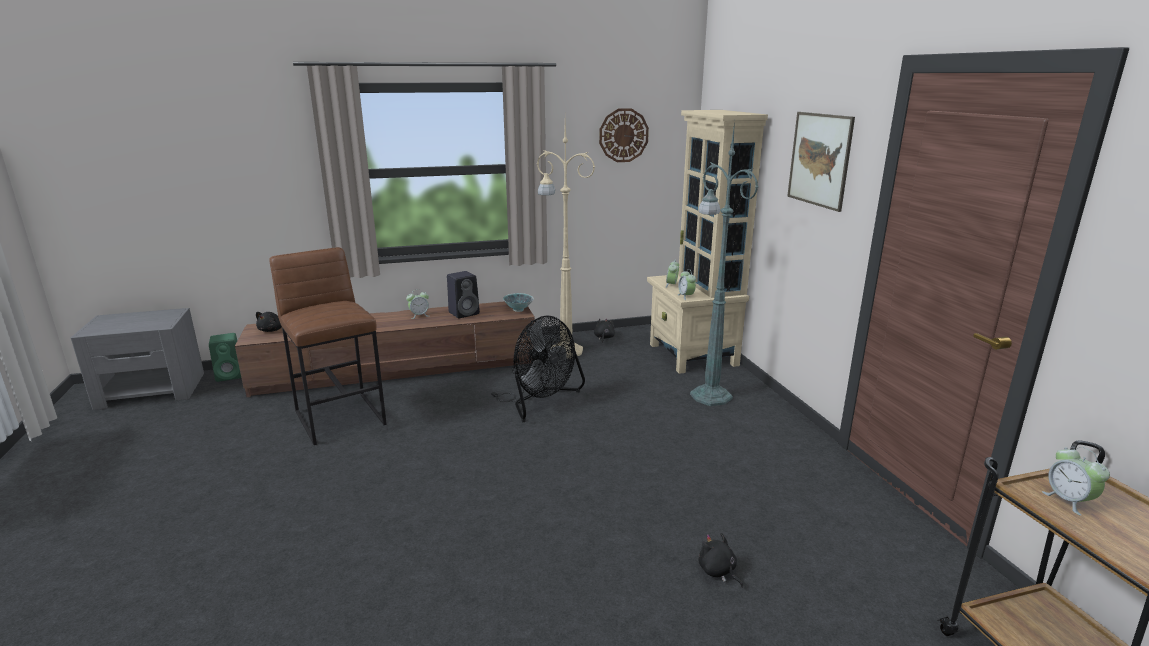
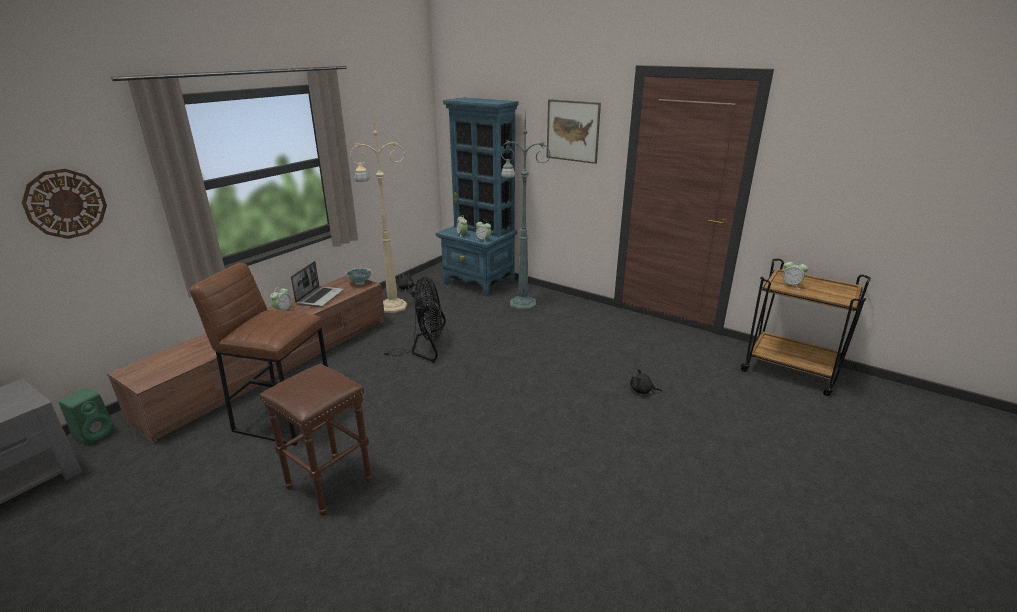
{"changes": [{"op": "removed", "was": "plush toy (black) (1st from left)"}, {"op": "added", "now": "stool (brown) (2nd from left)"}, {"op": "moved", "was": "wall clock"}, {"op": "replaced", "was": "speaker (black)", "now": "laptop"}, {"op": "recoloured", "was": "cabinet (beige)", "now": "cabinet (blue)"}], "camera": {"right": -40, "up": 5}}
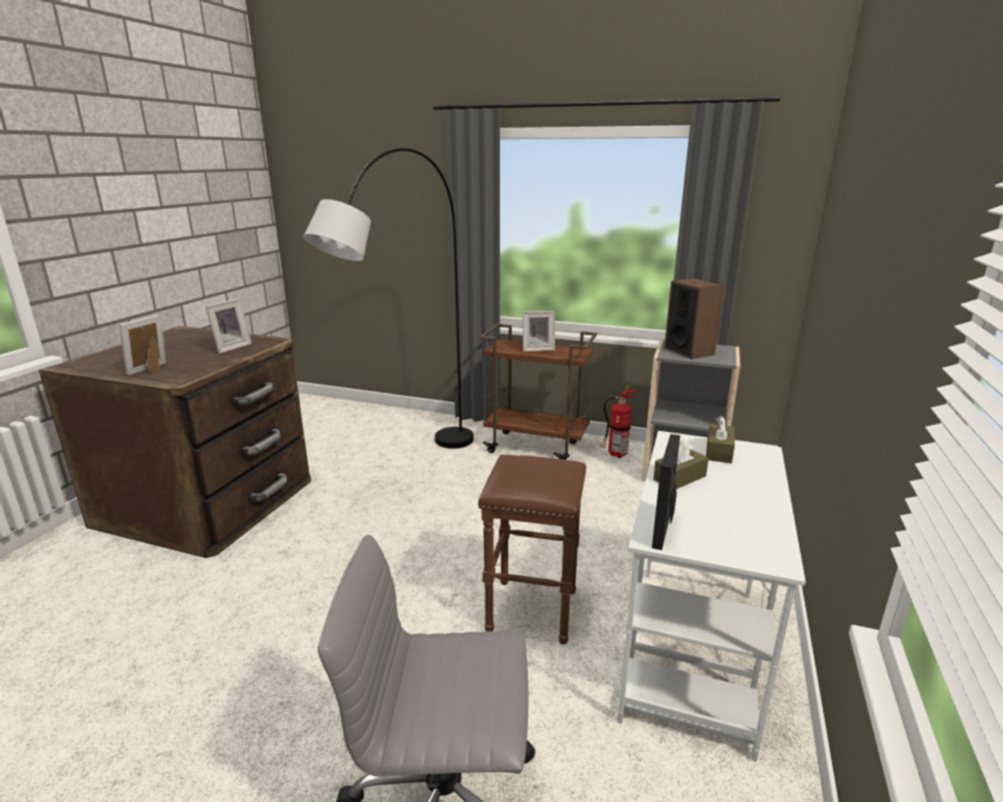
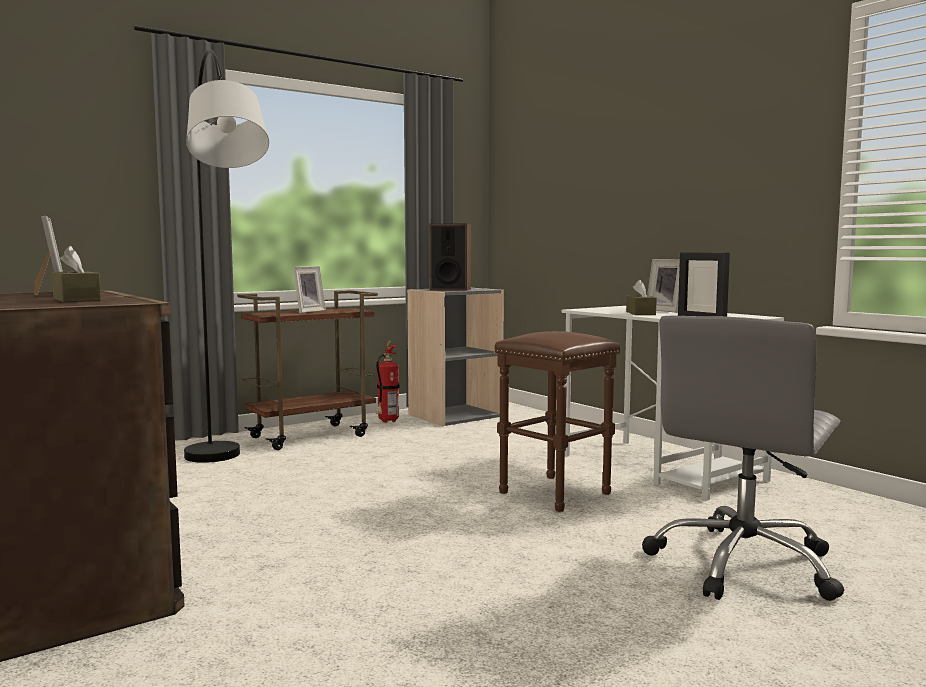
{"changes": [{"op": "moved", "was": "picture frame (1st from left in the first image)", "now": "picture frame (3rd from left)"}, {"op": "moved", "was": "tissue box (brown) (2nd from left in the first image)", "now": "tissue box (brown) (1st from left)"}], "camera": {"right": -55, "up": -15}}
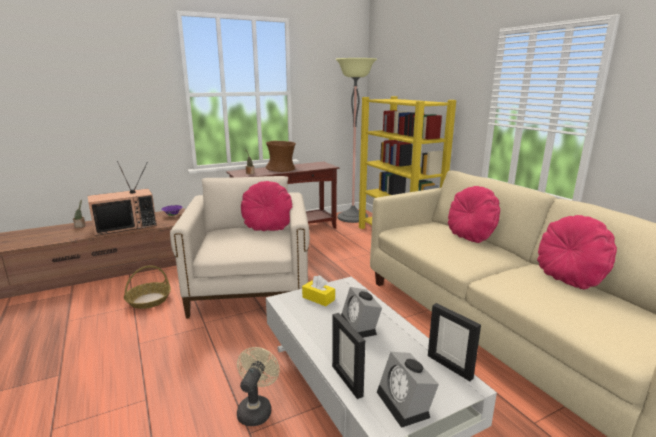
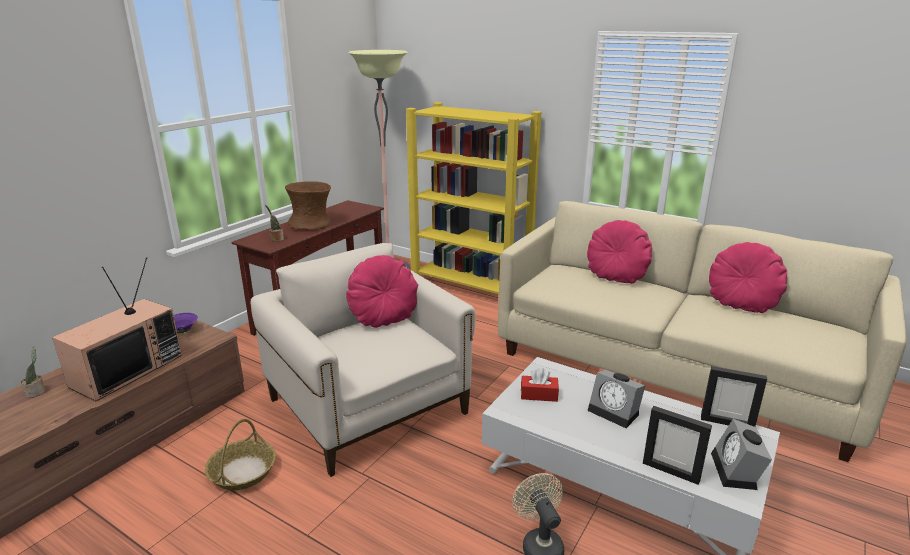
{"changes": [{"op": "recoloured", "was": "tissue box (yellow)", "now": "tissue box (red)"}, {"op": "turned", "was": "alarm clock (2nd from left)", "clockwise": 60}], "camera": {"right": -30, "up": 5}}
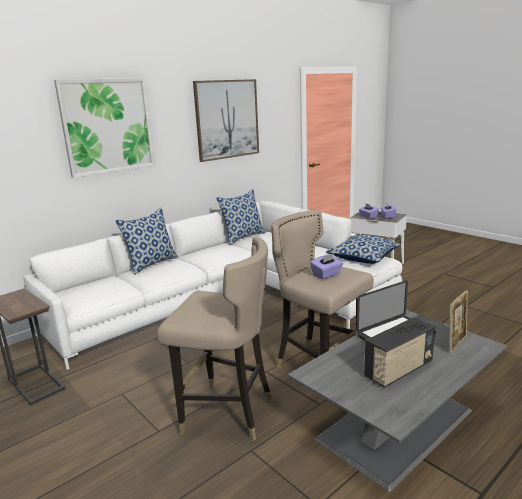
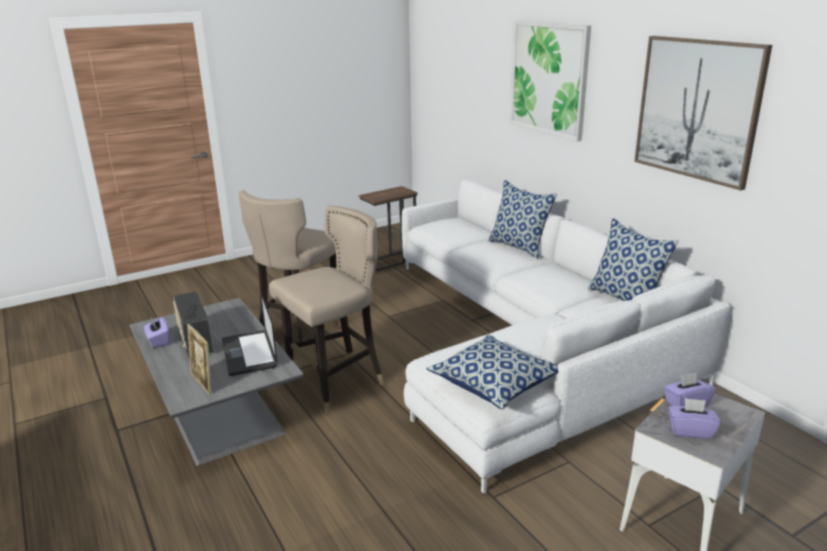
{"changes": [{"op": "moved", "was": "tissue box (purple) (1st from left)"}], "camera": {"right": 100, "up": 5}}
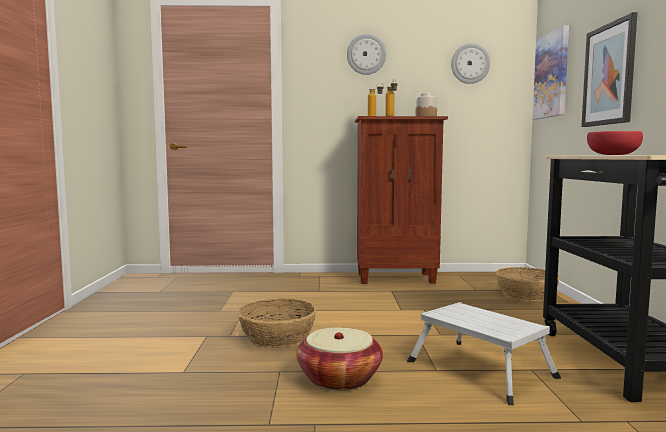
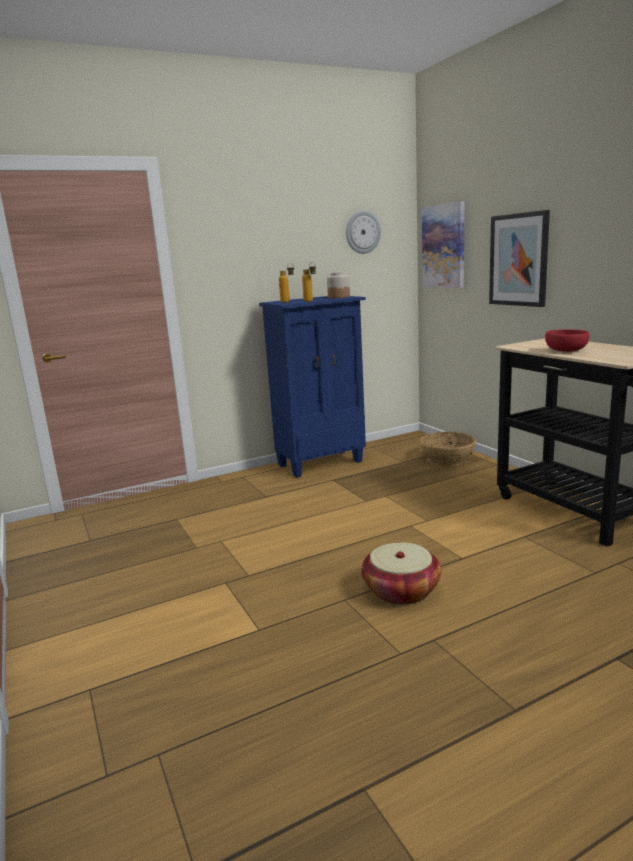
{"changes": [{"op": "removed", "was": "basket (1st from left)"}, {"op": "removed", "was": "wall clock (1st from left)"}, {"op": "removed", "was": "step ladder (white)"}, {"op": "recoloured", "was": "cabinet (brown)", "now": "cabinet (blue)"}], "camera": {"right": -25, "up": 10}}
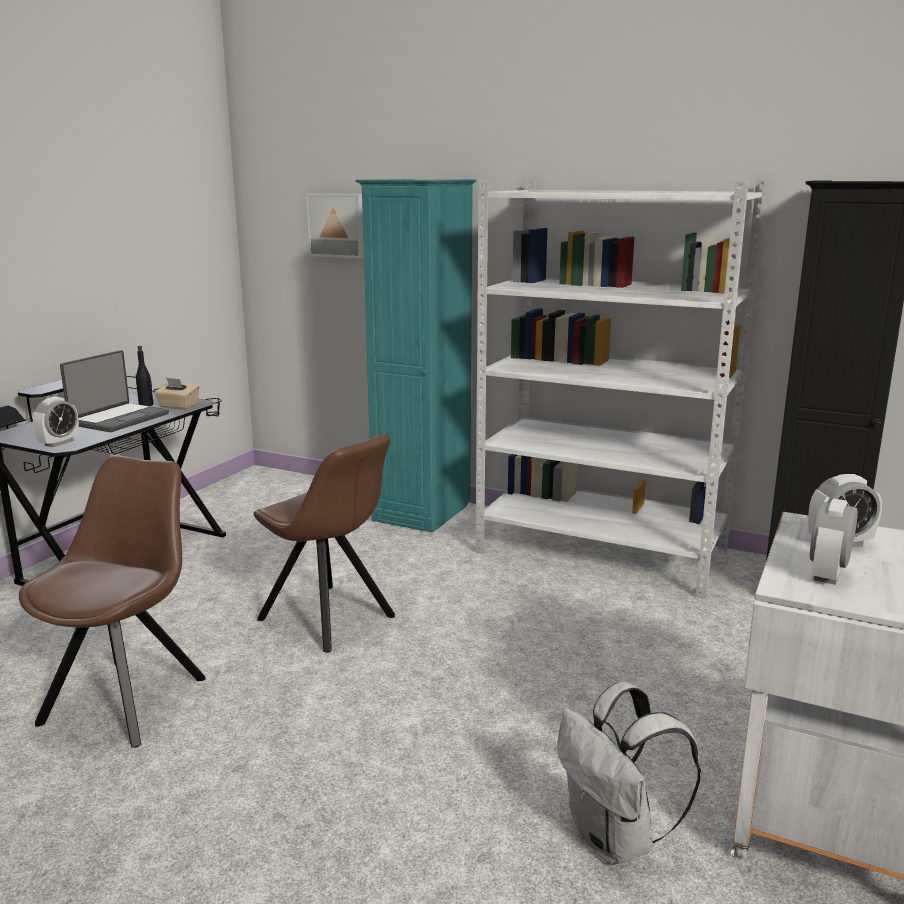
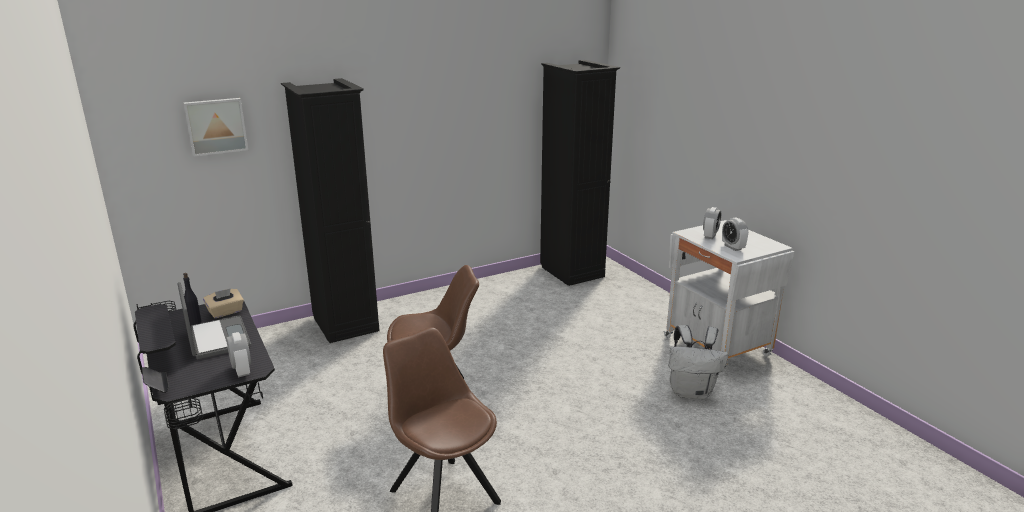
{"changes": [{"op": "removed", "was": "bookcase (white)"}, {"op": "recoloured", "was": "cabinet (turquoise)", "now": "cabinet (black) (1st from left)"}], "camera": {"right": -55, "up": 5}}
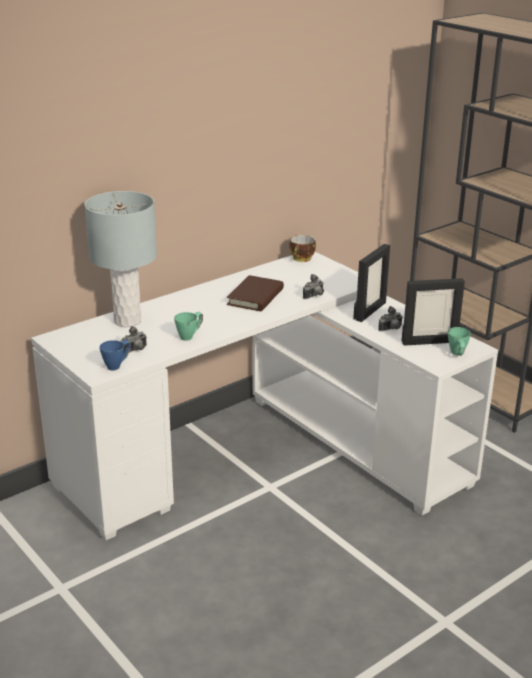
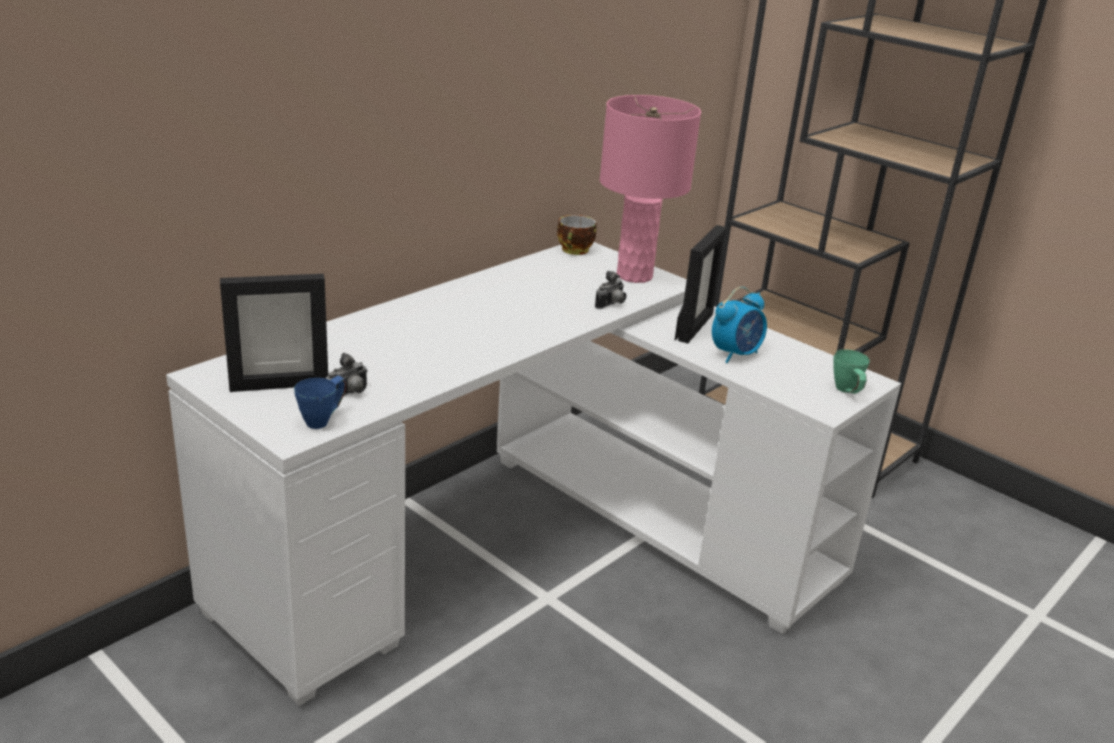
{"changes": [{"op": "removed", "was": "table lamp (grey)"}, {"op": "removed", "was": "mug (green) (1st from left)"}, {"op": "removed", "was": "book (brown)"}, {"op": "added", "now": "table lamp (pink)"}, {"op": "moved", "was": "picture frame (2nd from left in the first image)", "now": "picture frame (1st from left)"}, {"op": "replaced", "was": "photo camera (3rd from left)", "now": "alarm clock"}], "camera": {"right": -10, "up": 0}}
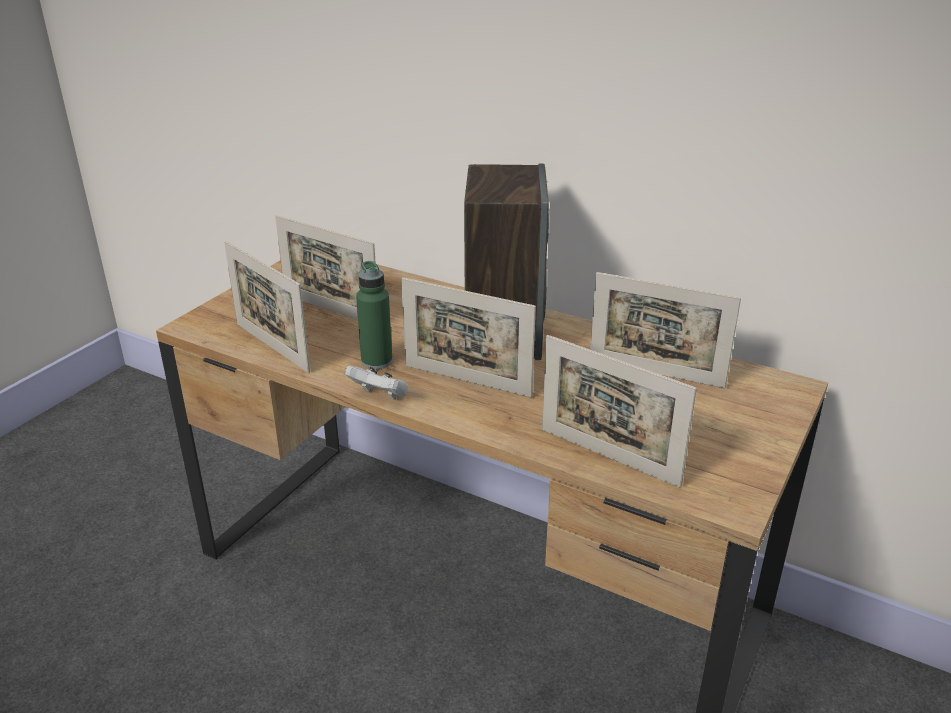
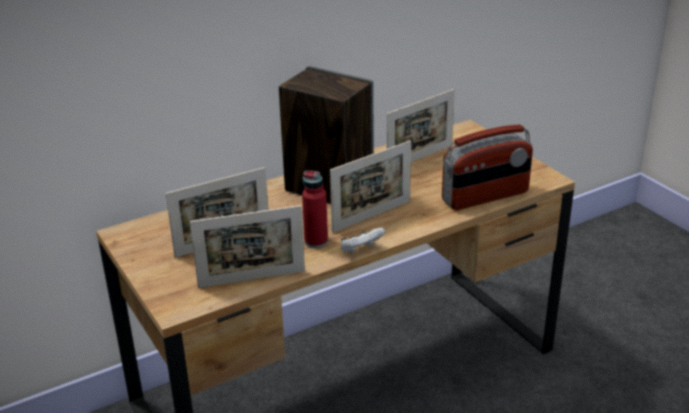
{"changes": [{"op": "replaced", "was": "picture frame (4th from left)", "now": "radio"}, {"op": "recoloured", "was": "bottle (green)", "now": "bottle (red)"}], "camera": {"right": -60, "up": 0}}
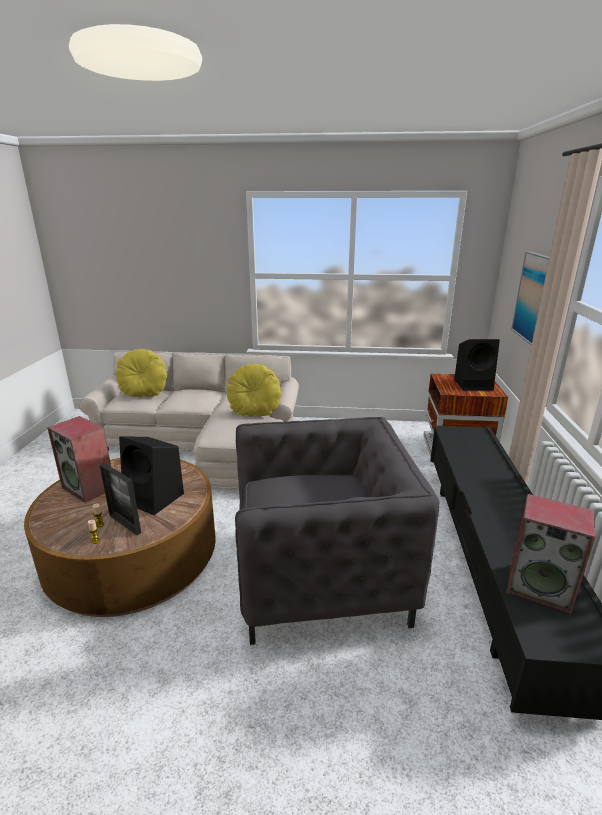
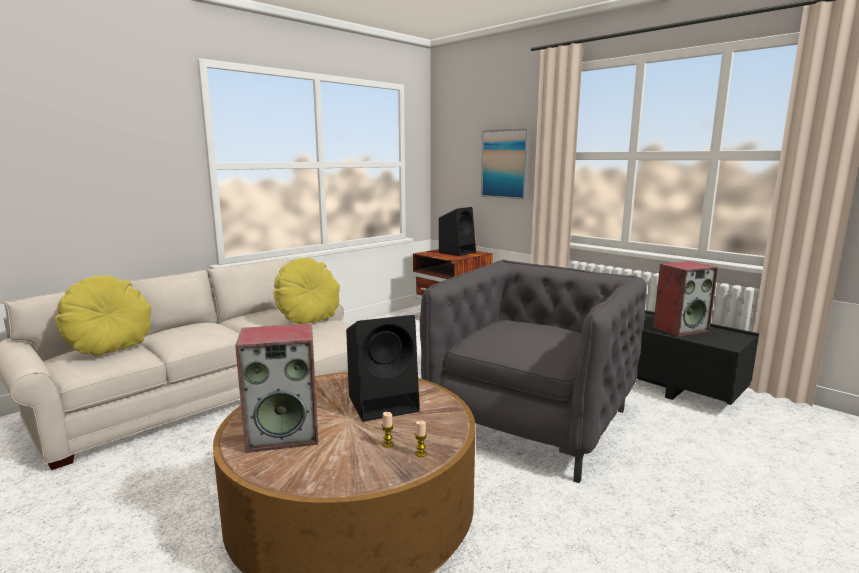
{"changes": [{"op": "removed", "was": "picture frame"}], "camera": {"right": -50, "up": -10}}
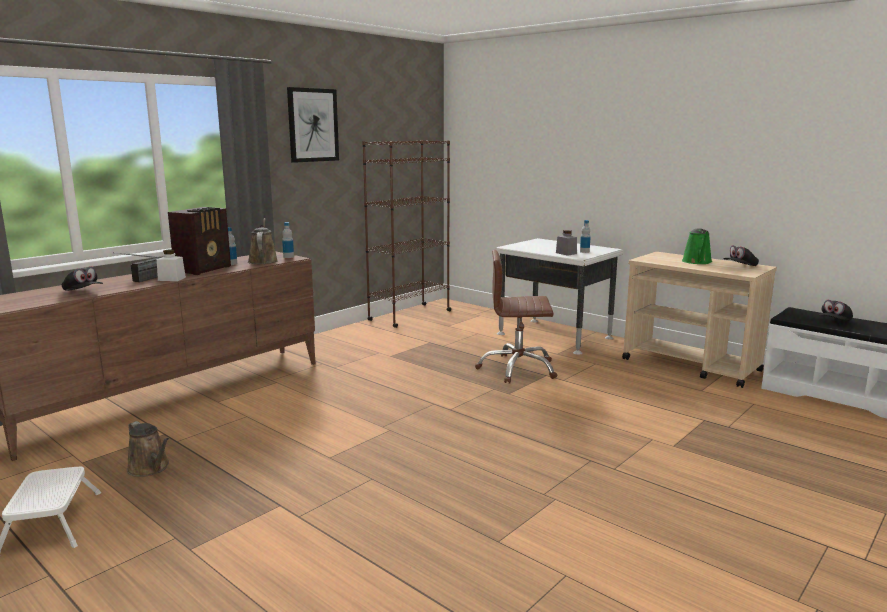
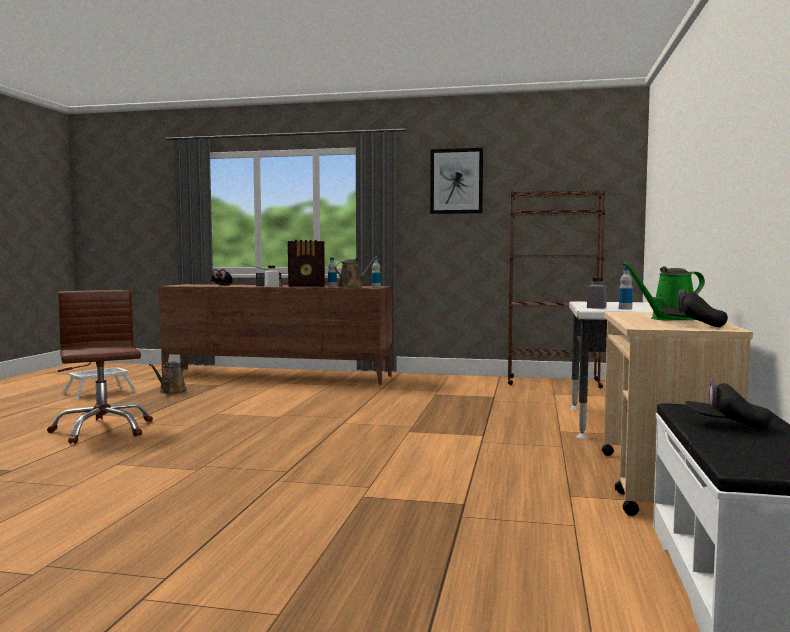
{"changes": [{"op": "moved", "was": "office chair (brown)"}], "camera": {"right": 60, "up": -10}}
